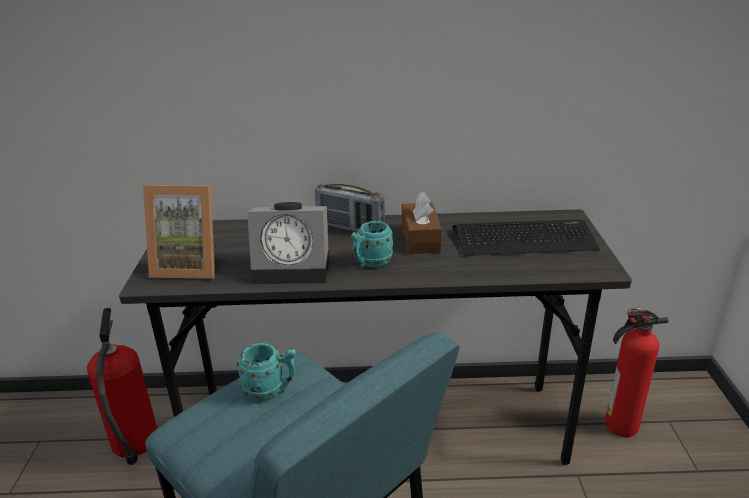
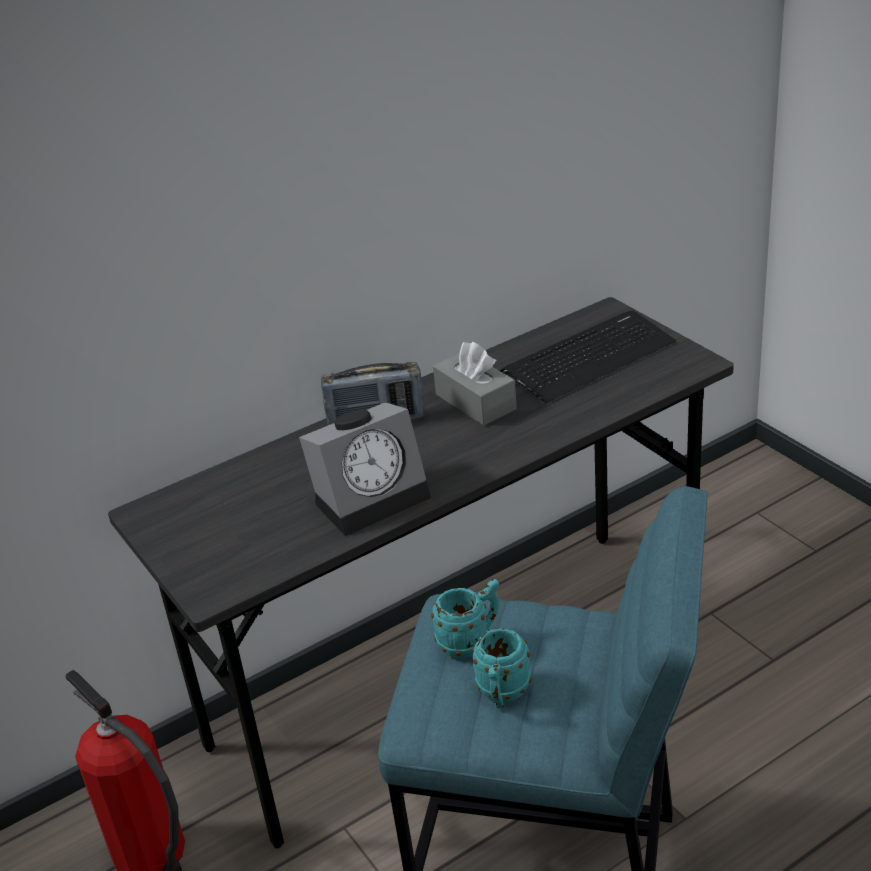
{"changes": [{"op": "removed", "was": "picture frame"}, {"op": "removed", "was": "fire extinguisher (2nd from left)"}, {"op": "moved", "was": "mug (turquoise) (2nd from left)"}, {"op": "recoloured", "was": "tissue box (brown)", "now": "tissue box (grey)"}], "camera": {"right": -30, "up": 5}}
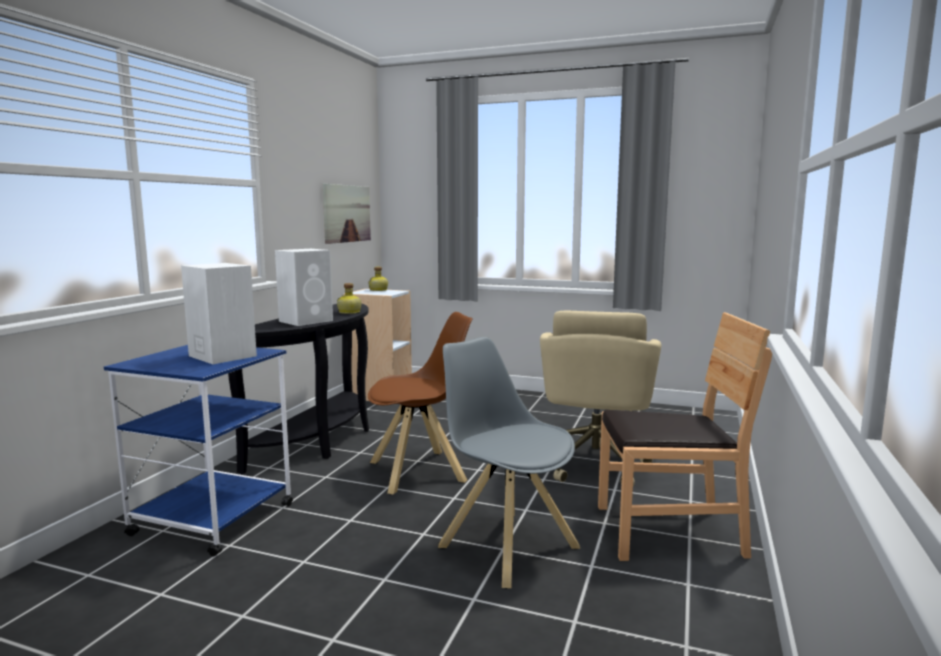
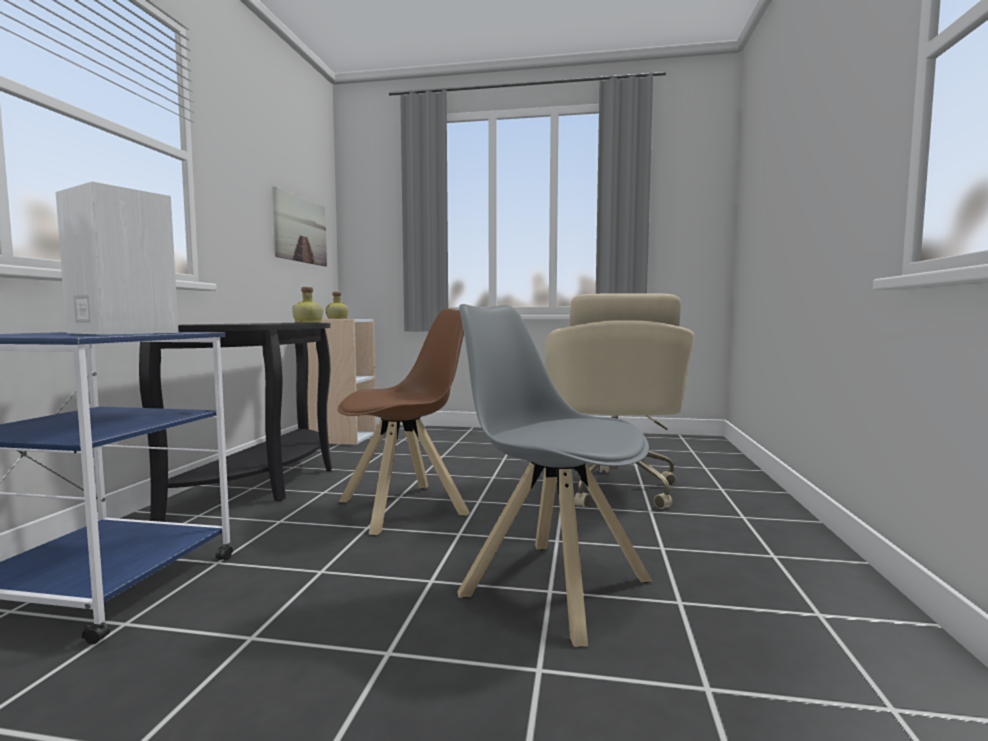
{"changes": [{"op": "removed", "was": "speaker (white) (2nd from left)"}, {"op": "removed", "was": "chair (brown) (2nd from left)"}], "camera": {"right": -10, "up": -5}}
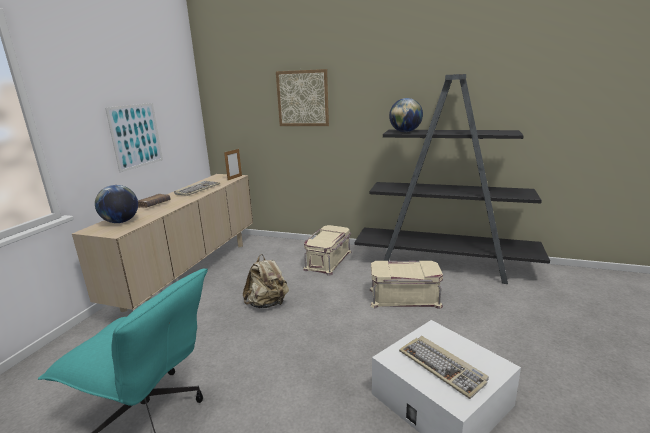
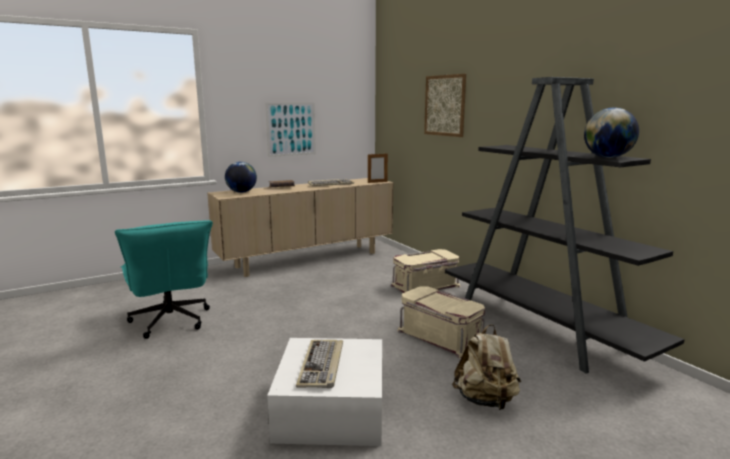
{"changes": [{"op": "moved", "was": "backpack (beige)"}, {"op": "moved", "was": "globe (2nd from left)"}], "camera": {"right": 40, "up": -5}}
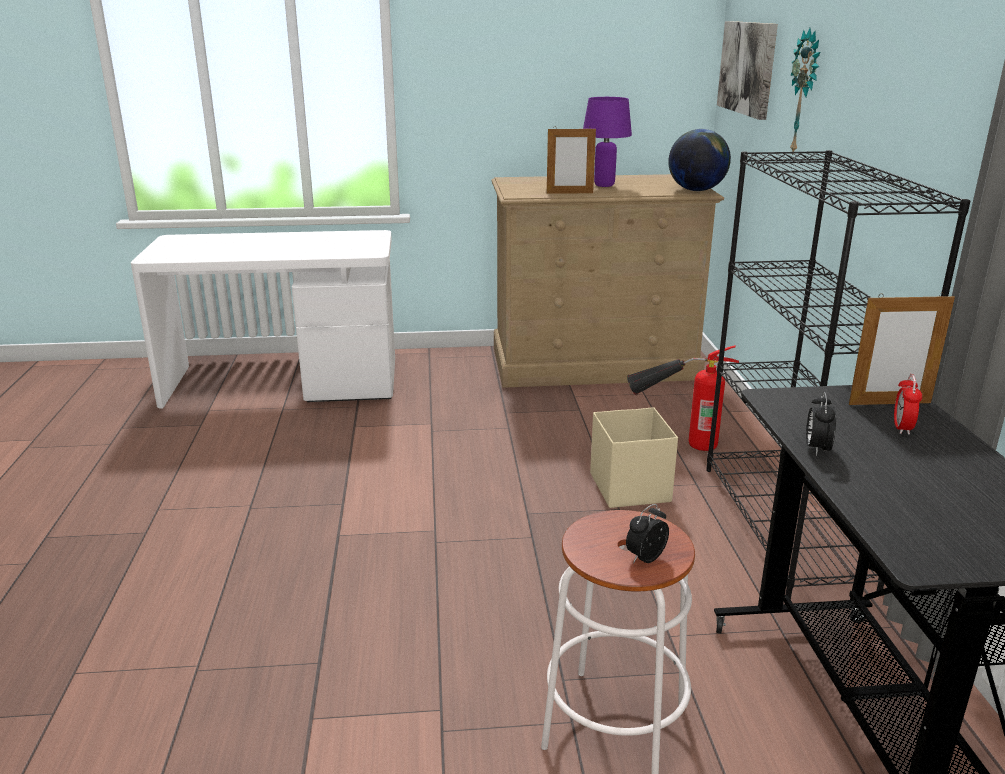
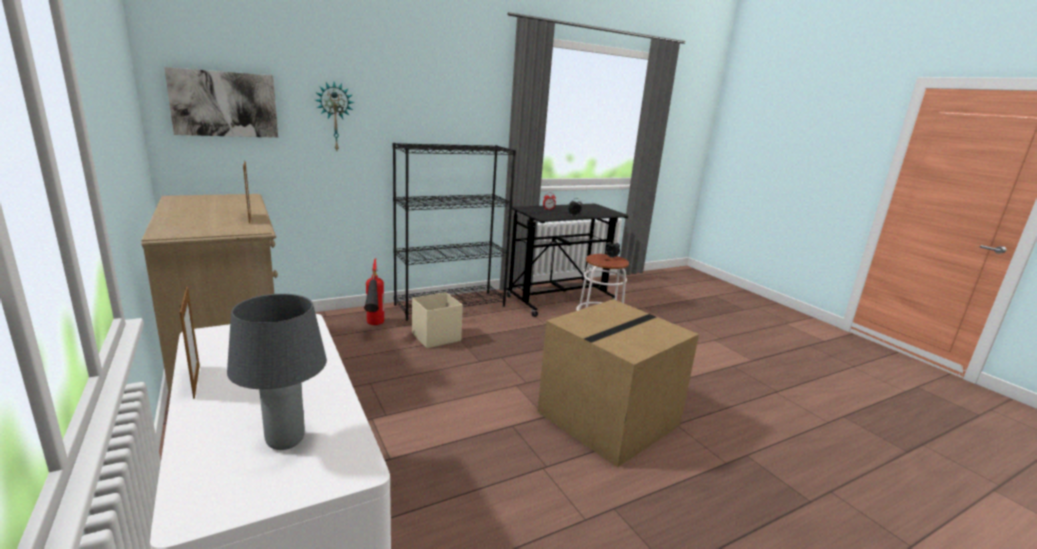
{"changes": [{"op": "removed", "was": "table lamp (purple)"}, {"op": "removed", "was": "globe"}, {"op": "added", "now": "table lamp (grey)"}, {"op": "added", "now": "cardboard box"}, {"op": "moved", "was": "picture frame (2nd from left in the first image)", "now": "picture frame (1st from left)"}], "camera": {"right": -115, "up": -5}}
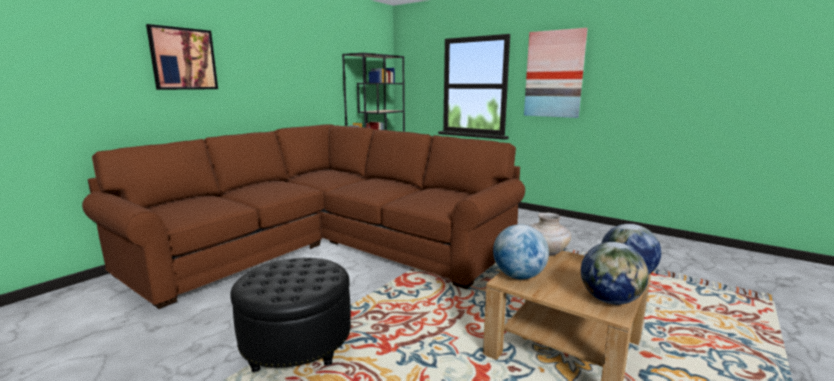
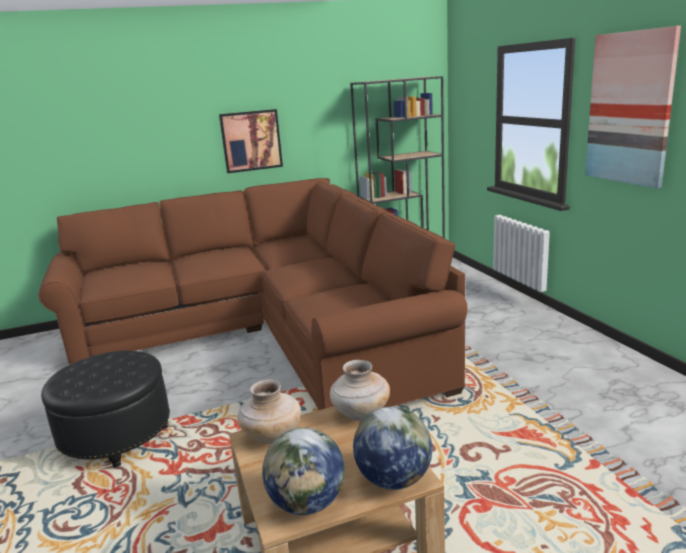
{"changes": [{"op": "moved", "was": "picture (1st from left)"}, {"op": "replaced", "was": "globe (1st from left)", "now": "vase (beige) (1st from left)"}], "camera": {"right": 35, "up": 5}}
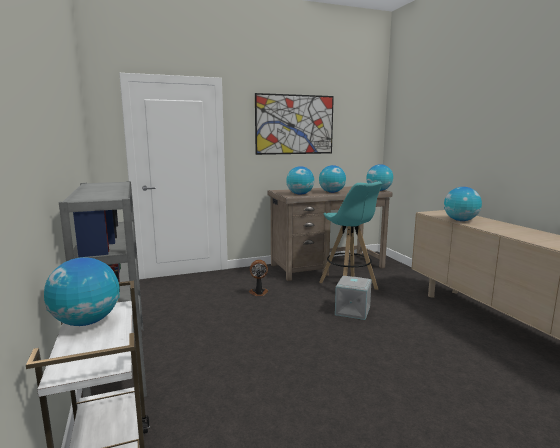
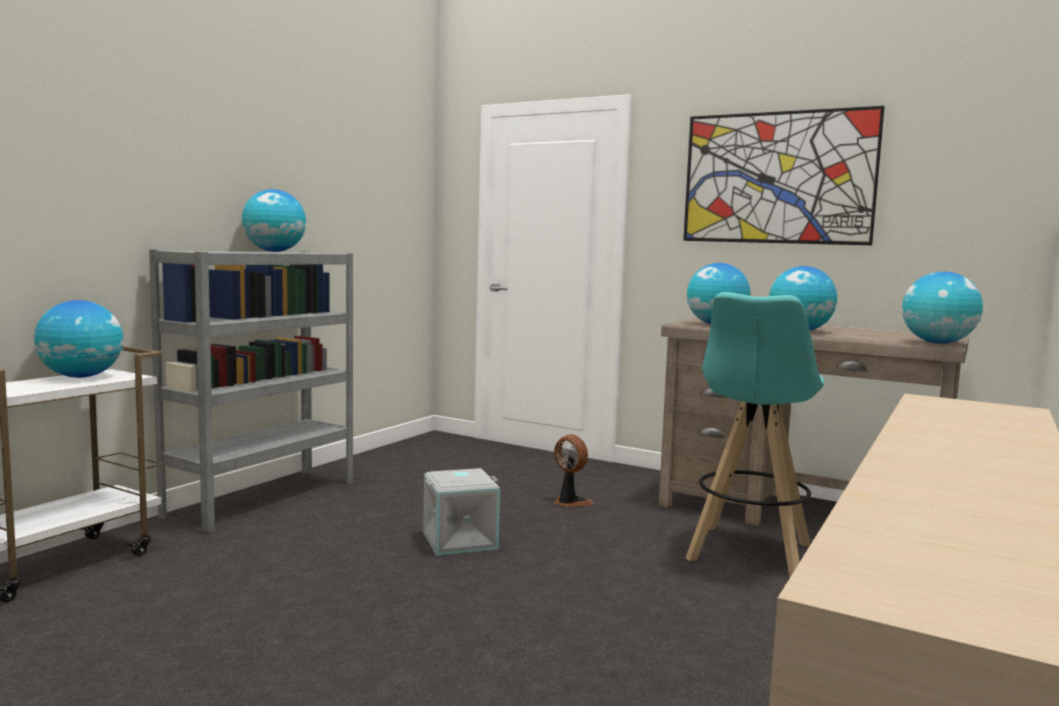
{"changes": [{"op": "moved", "was": "storage box (grey)"}, {"op": "moved", "was": "globe (5th from left in the first image)", "now": "globe (2nd from left)"}], "camera": {"right": 50, "up": -5}}
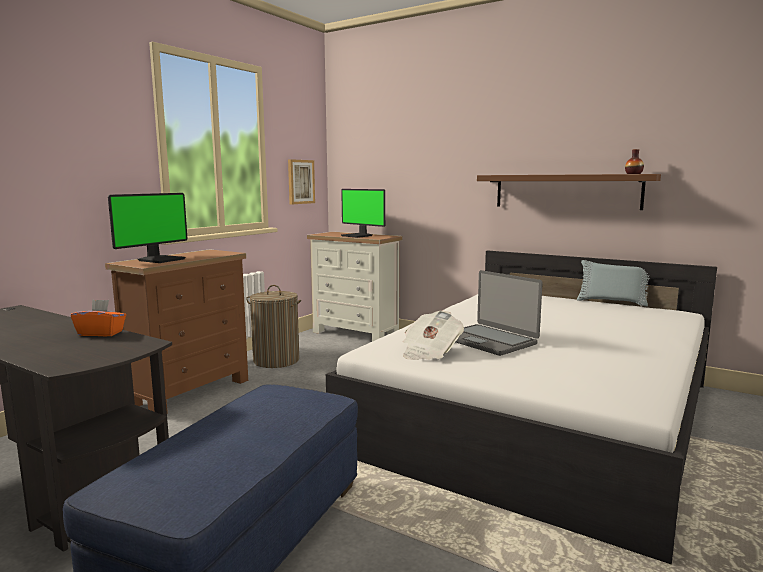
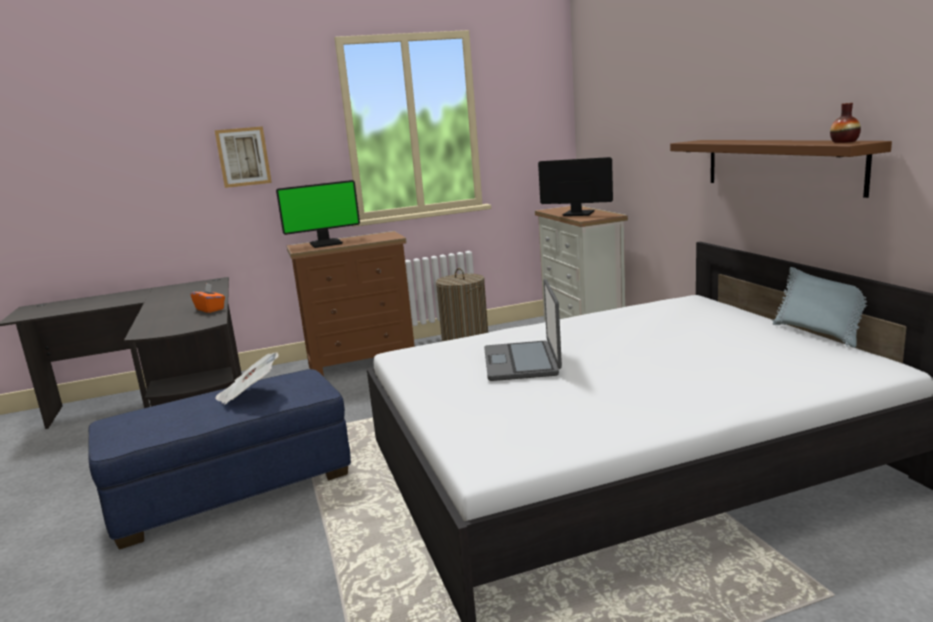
{"changes": [{"op": "moved", "was": "picture"}, {"op": "moved", "was": "newspaper"}, {"op": "turned", "was": "monitor (2nd from left)", "clockwise": 120}], "camera": {"right": 40, "up": 5}}
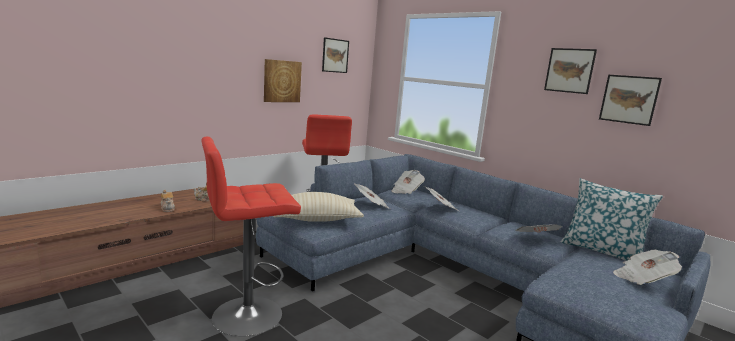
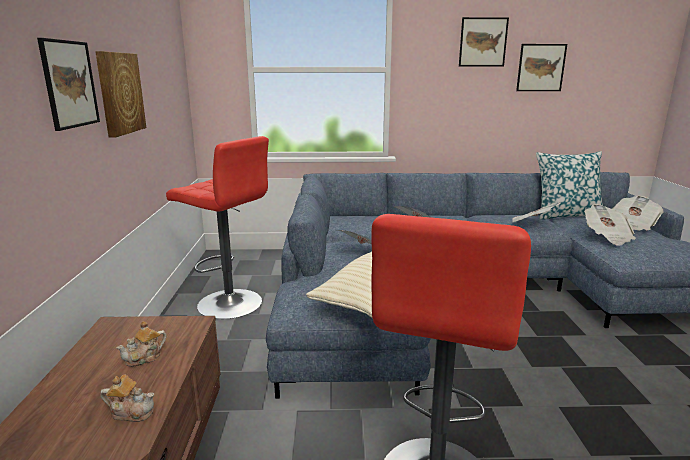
{"changes": [{"op": "moved", "was": "picture (2nd from left in the first image)", "now": "picture (1st from left)"}, {"op": "moved", "was": "newspaper (2nd from left in the first image)", "now": "newspaper (4th from left)"}], "camera": {"right": -45, "up": 5}}
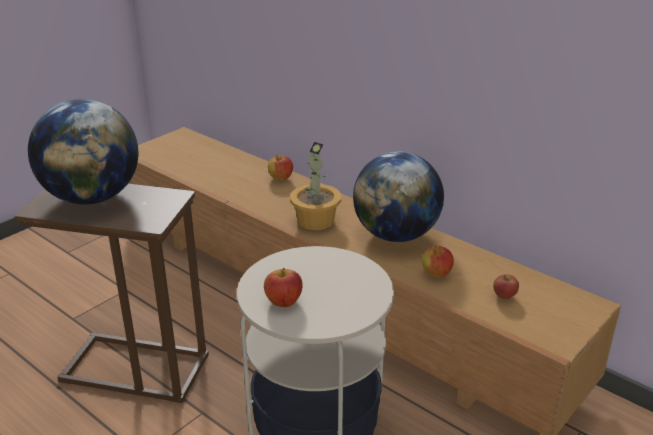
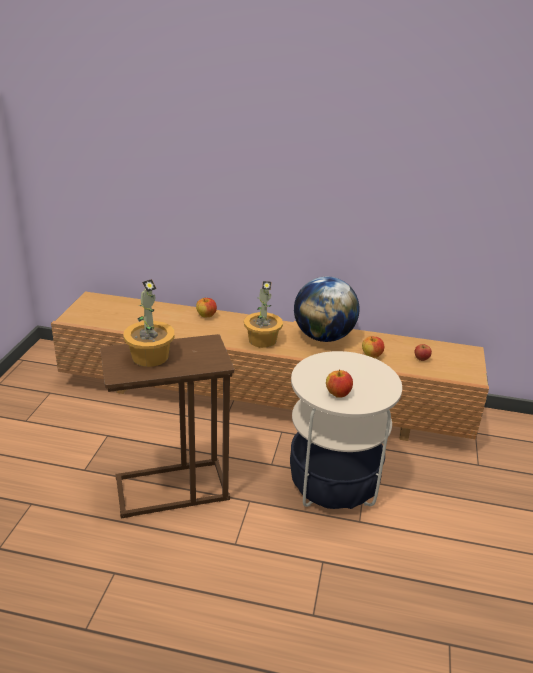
{"changes": [{"op": "replaced", "was": "globe (1st from left)", "now": "potted plant (1st from left)"}], "camera": {"right": -30, "up": 0}}
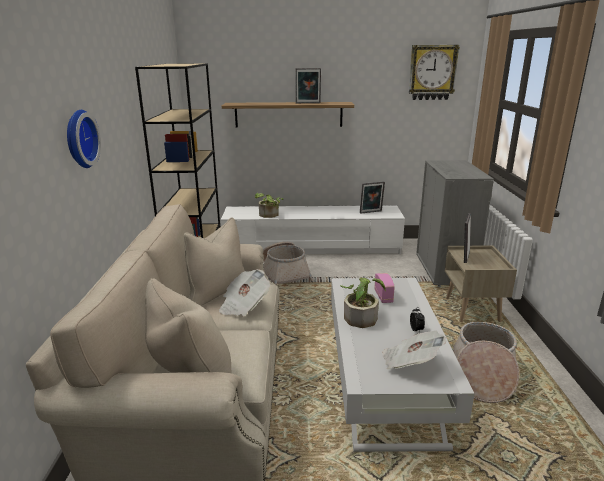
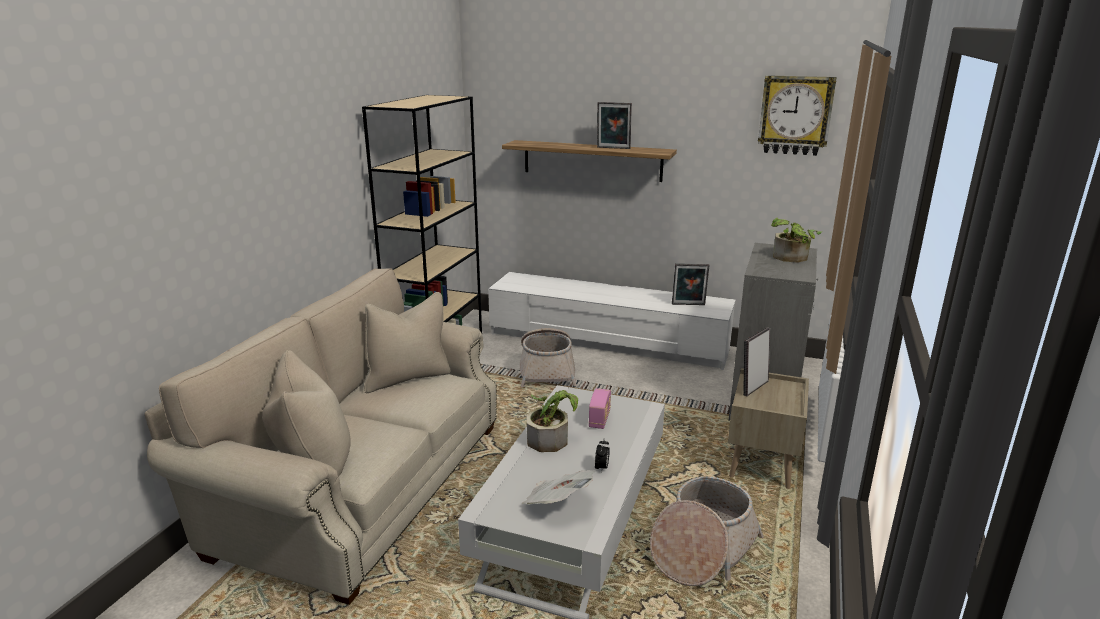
{"changes": [{"op": "removed", "was": "wall clock (1st from left)"}, {"op": "removed", "was": "newspaper (1st from left)"}, {"op": "moved", "was": "potted plant (1st from left in the first image)", "now": "potted plant (2nd from left)"}], "camera": {"right": 20, "up": 0}}
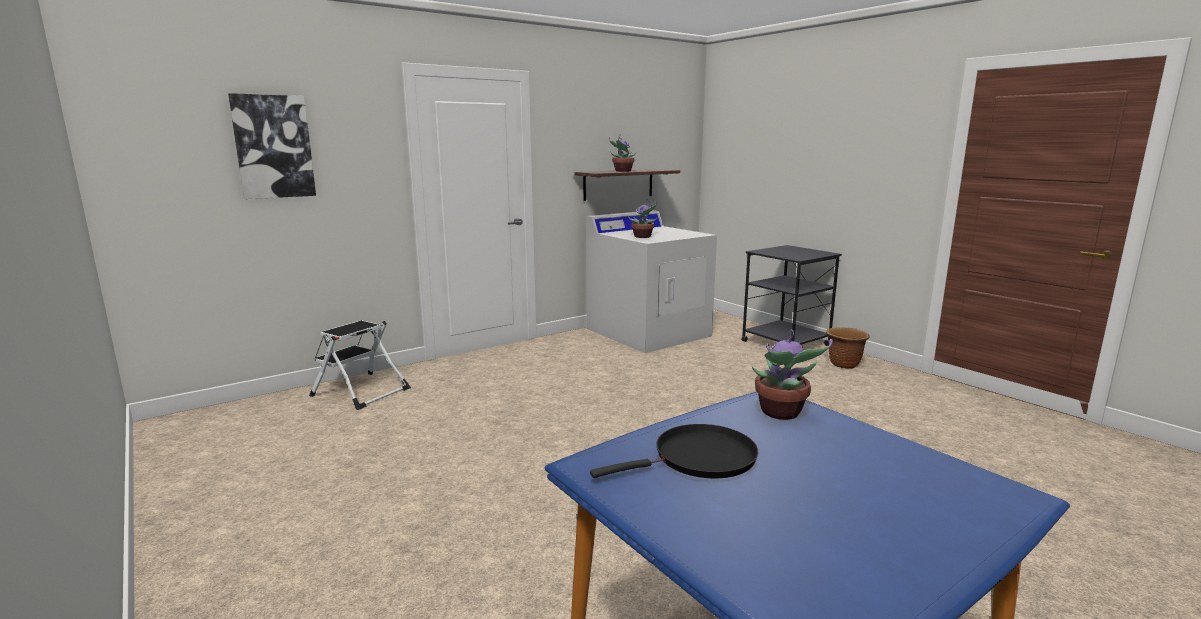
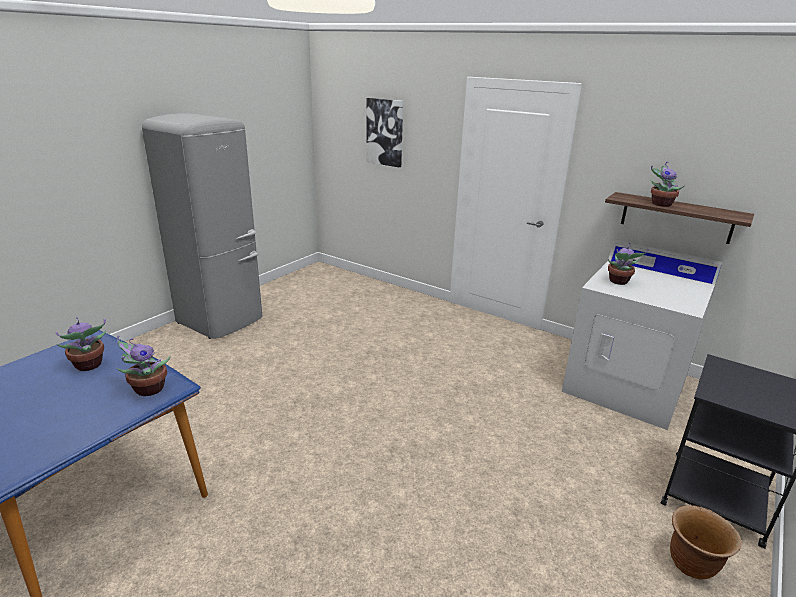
{"changes": [{"op": "removed", "was": "step ladder"}, {"op": "added", "now": "fridge (grey)"}, {"op": "replaced", "was": "frying pan (black)", "now": "potted plant (1st from left)"}], "camera": {"right": 70, "up": 10}}
